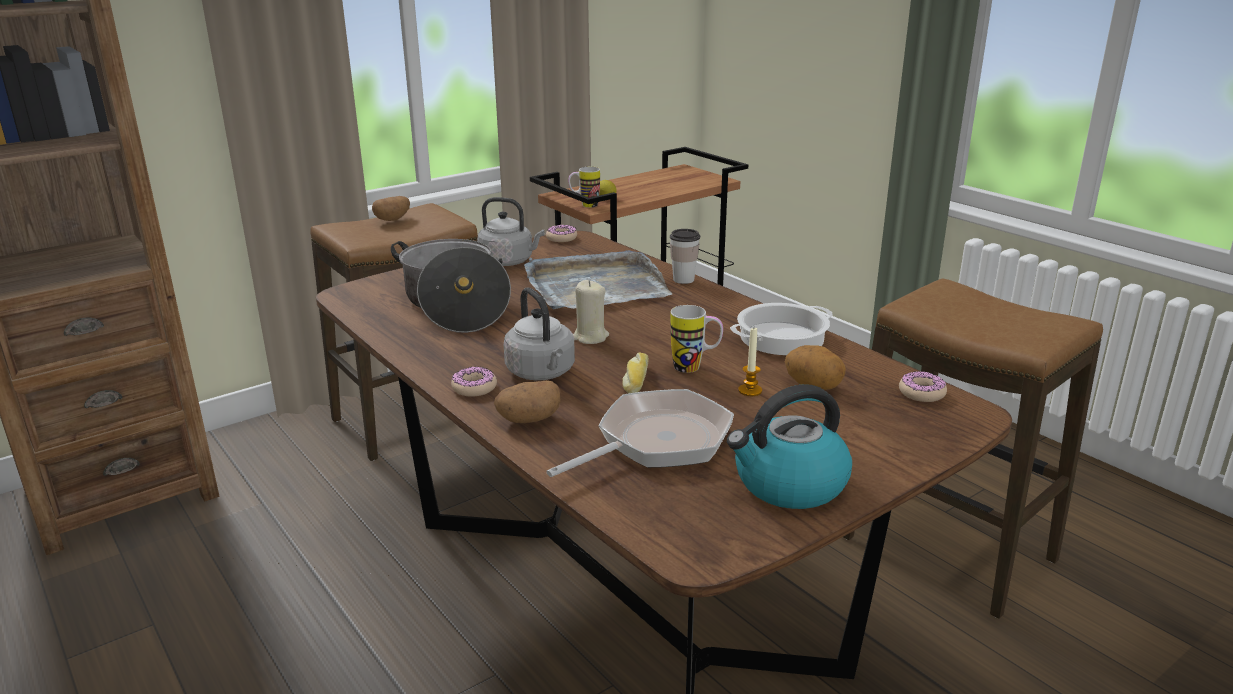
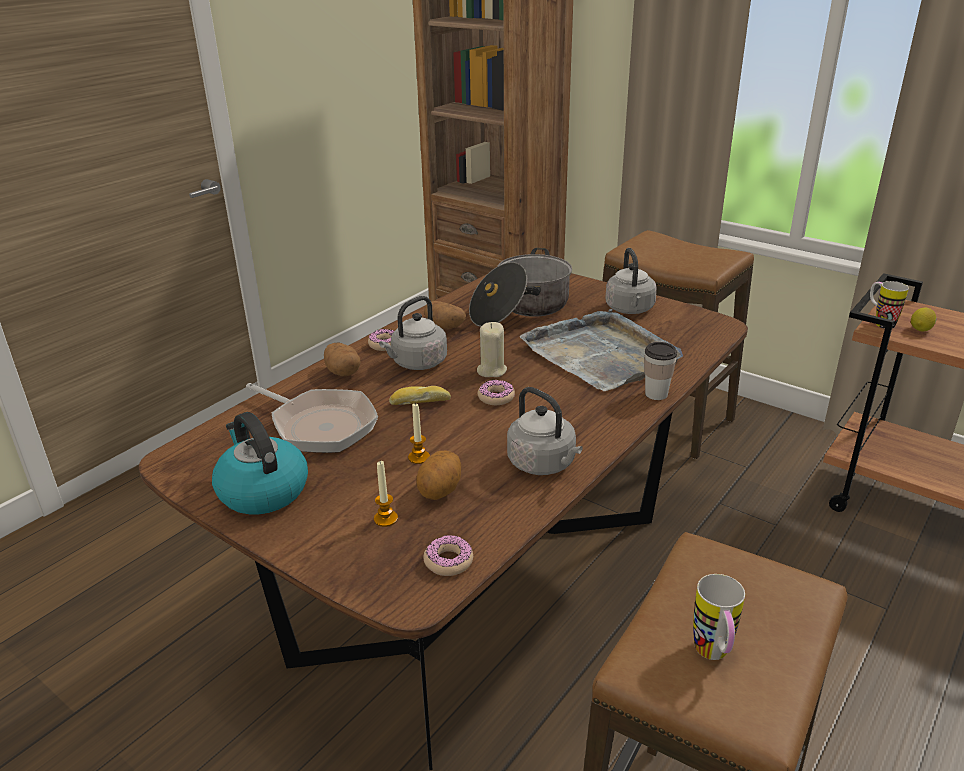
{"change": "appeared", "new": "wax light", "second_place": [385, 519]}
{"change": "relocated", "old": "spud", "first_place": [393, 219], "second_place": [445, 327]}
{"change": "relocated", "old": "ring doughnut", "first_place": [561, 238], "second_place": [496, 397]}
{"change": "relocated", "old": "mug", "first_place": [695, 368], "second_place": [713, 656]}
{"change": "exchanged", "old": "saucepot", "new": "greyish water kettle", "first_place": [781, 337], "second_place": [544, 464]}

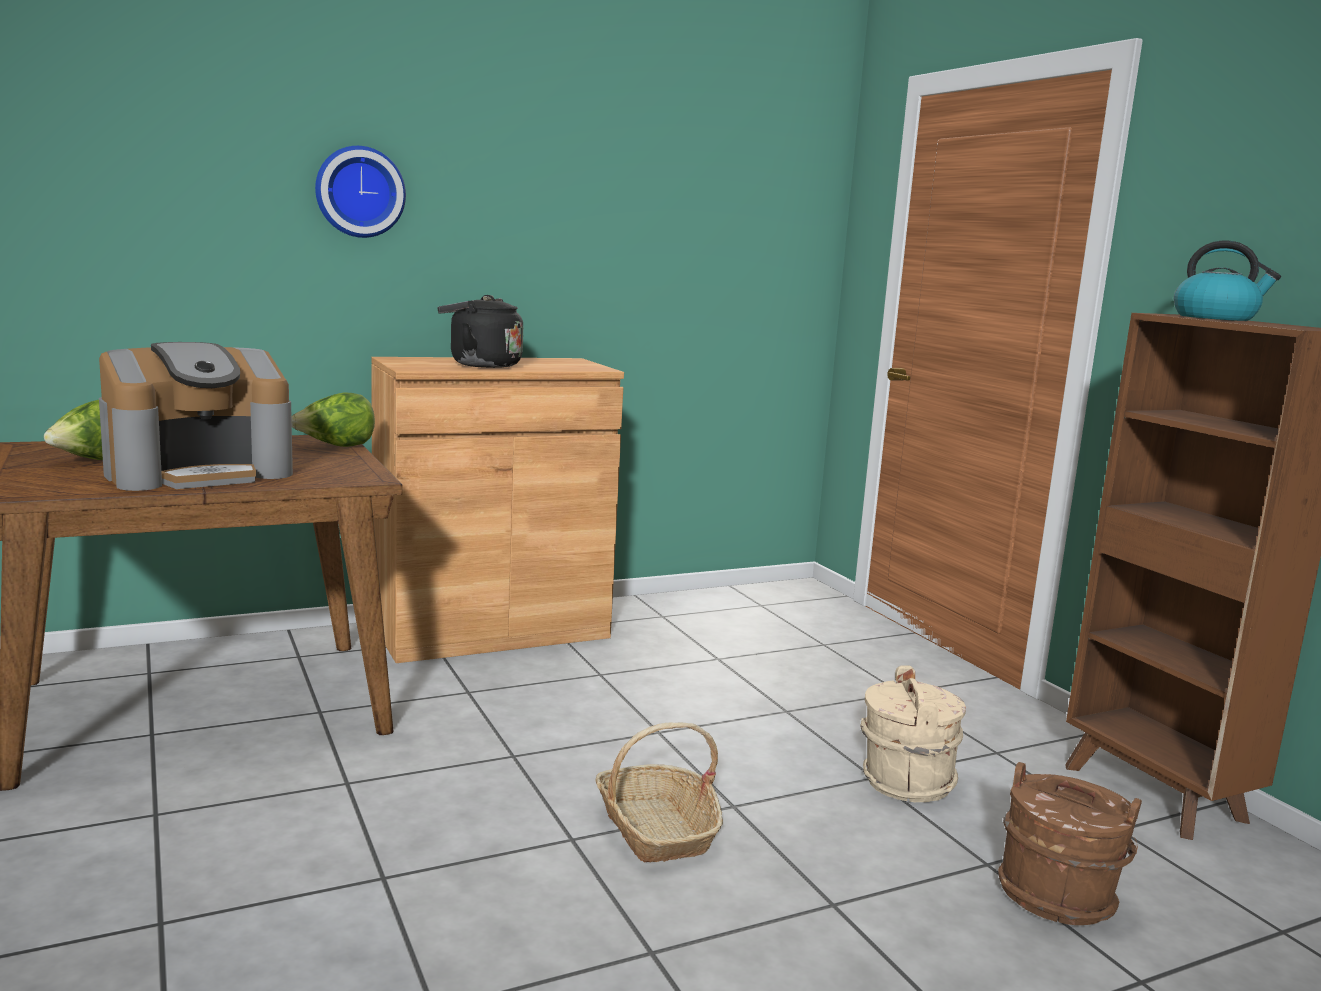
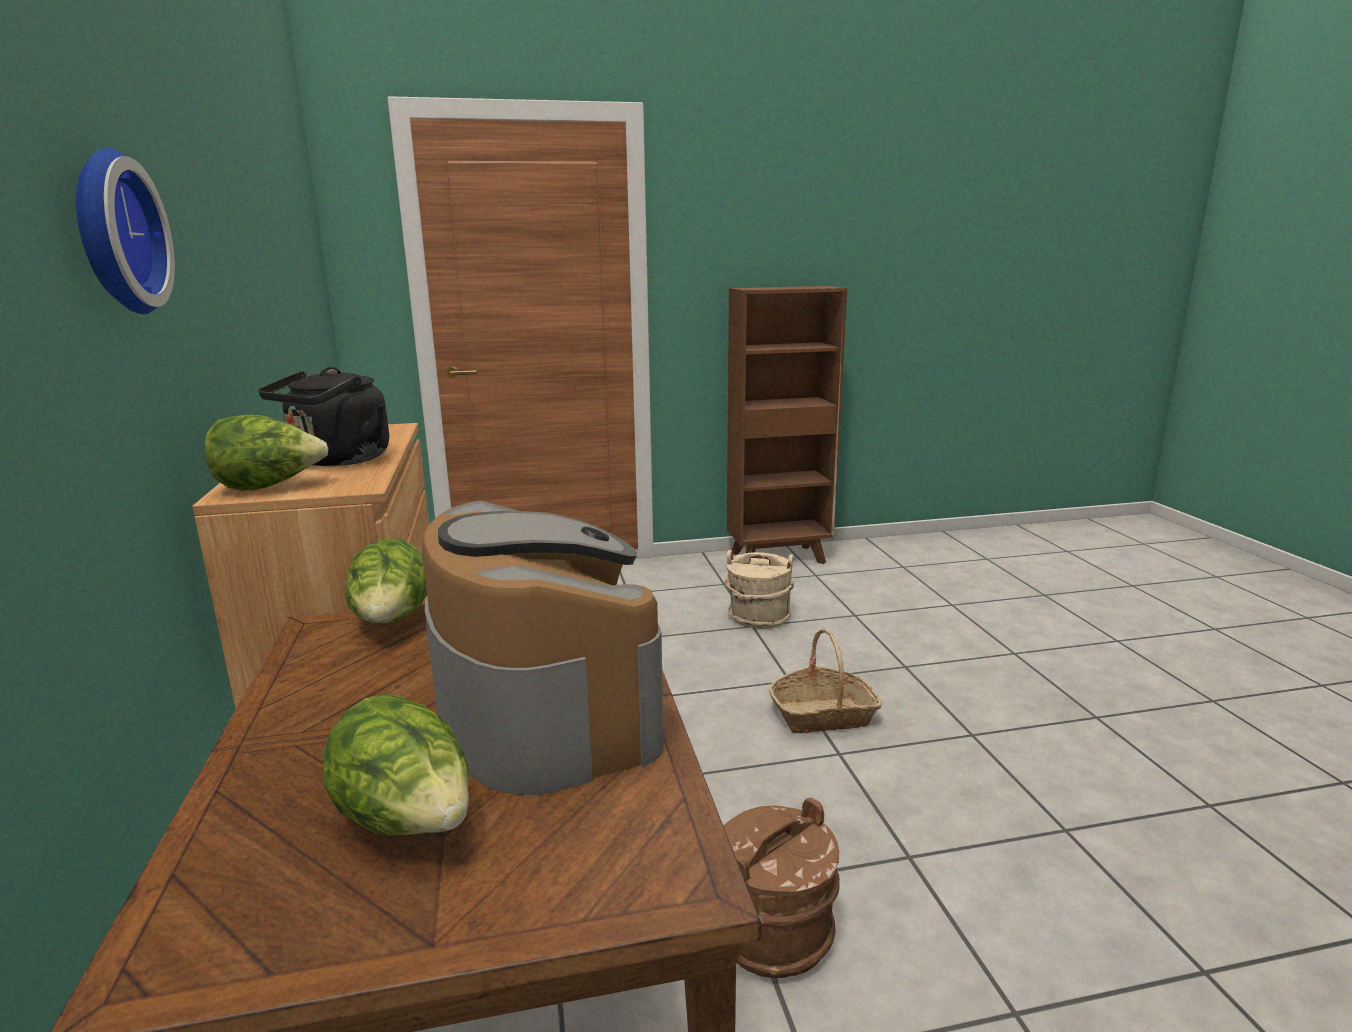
{"change": "missing", "old": "water kettle", "first_place": [1216, 318]}
{"change": "appeared", "new": "head of lettuce", "second_place": [269, 487]}
{"change": "relocated", "old": "brownish bucket", "first_place": [1057, 896], "second_place": [773, 933]}

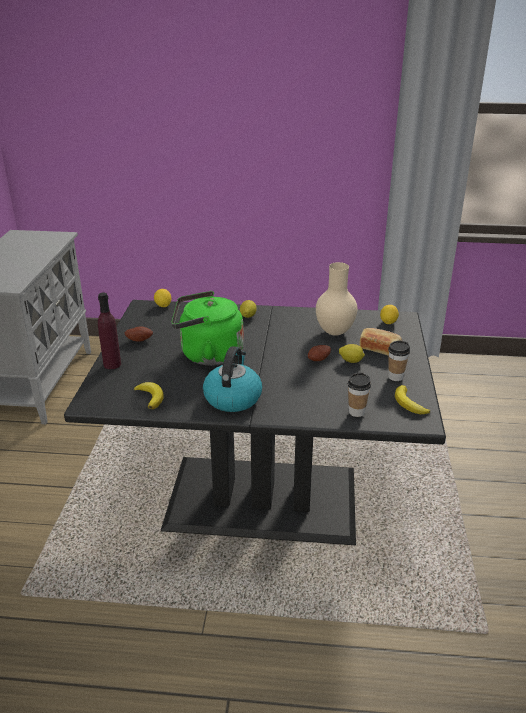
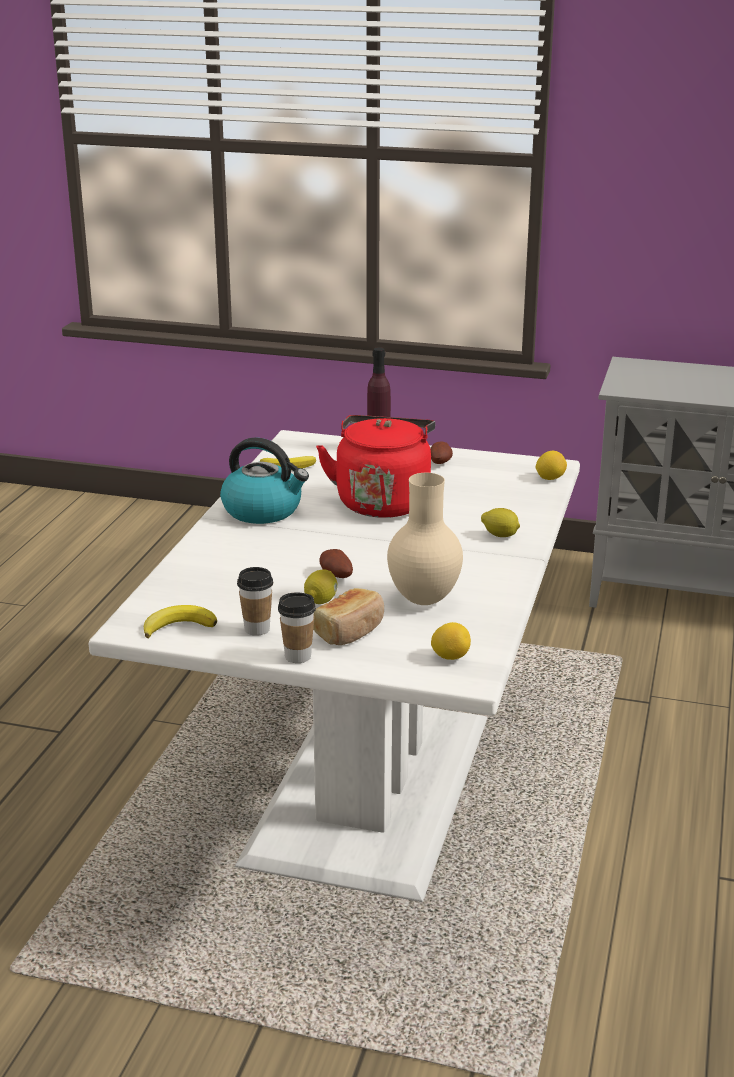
{"change": "relocated", "old": "small cup", "first_place": [356, 412], "second_place": [298, 656]}
{"change": "colour", "old": "blackish dinner table", "new": "white dinner table", "first_place": [262, 501], "second_place": [366, 788]}
{"change": "colour", "old": "greenish water kettle", "new": "red-coloured water kettle", "first_place": [207, 354], "second_place": [383, 501]}

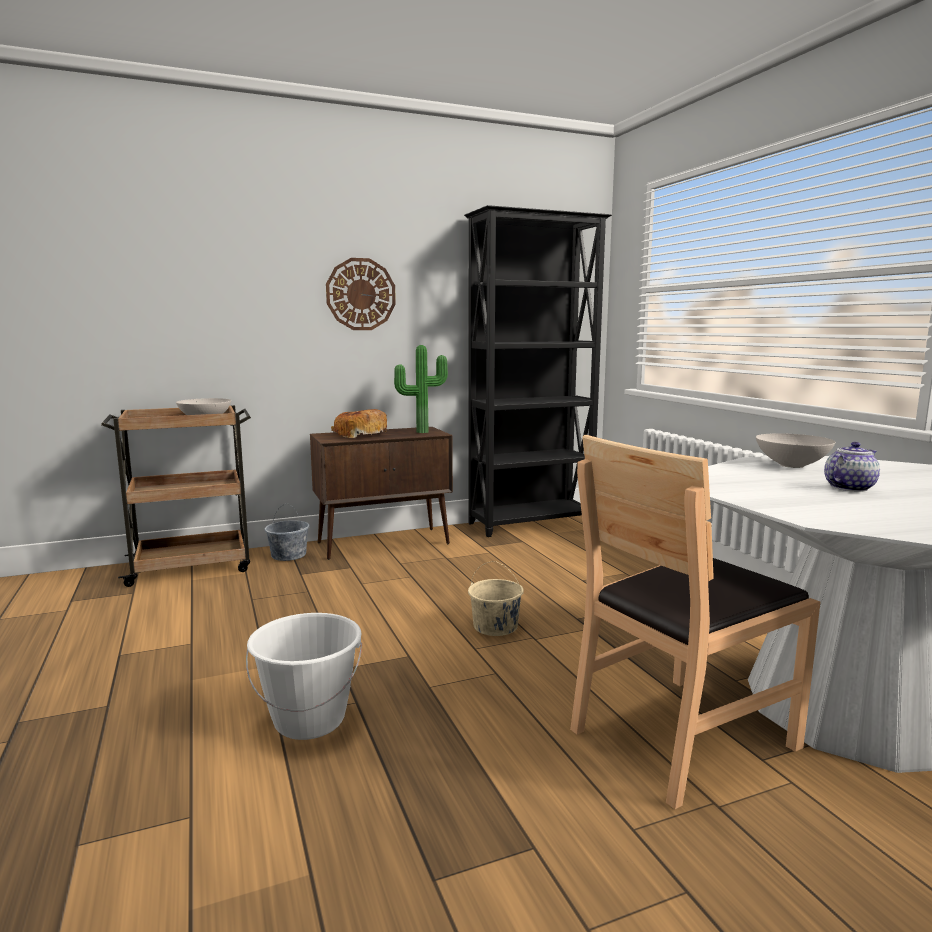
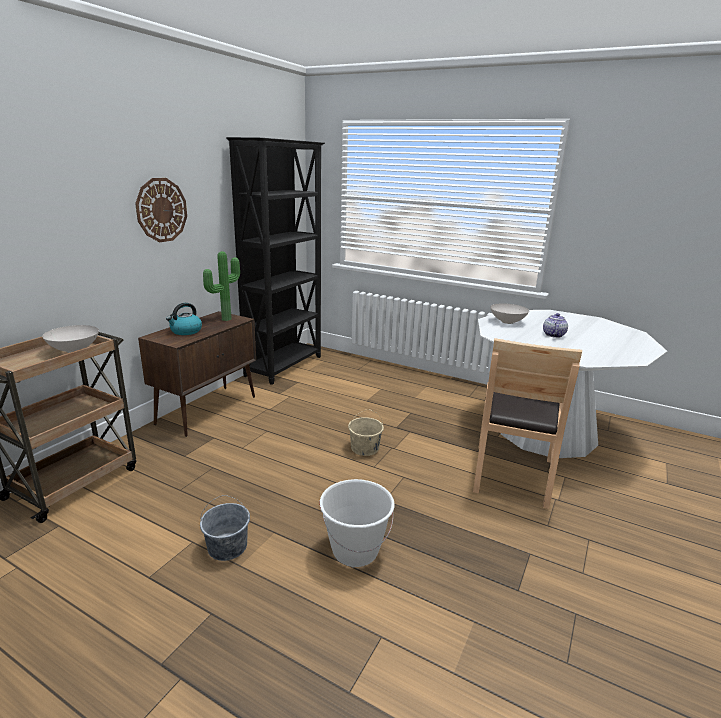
{"change": "relocated", "old": "greyish bucket", "first_place": [288, 555], "second_place": [227, 547]}
{"change": "exchanged", "old": "baked bread", "new": "water kettle", "first_place": [359, 435], "second_place": [186, 331]}

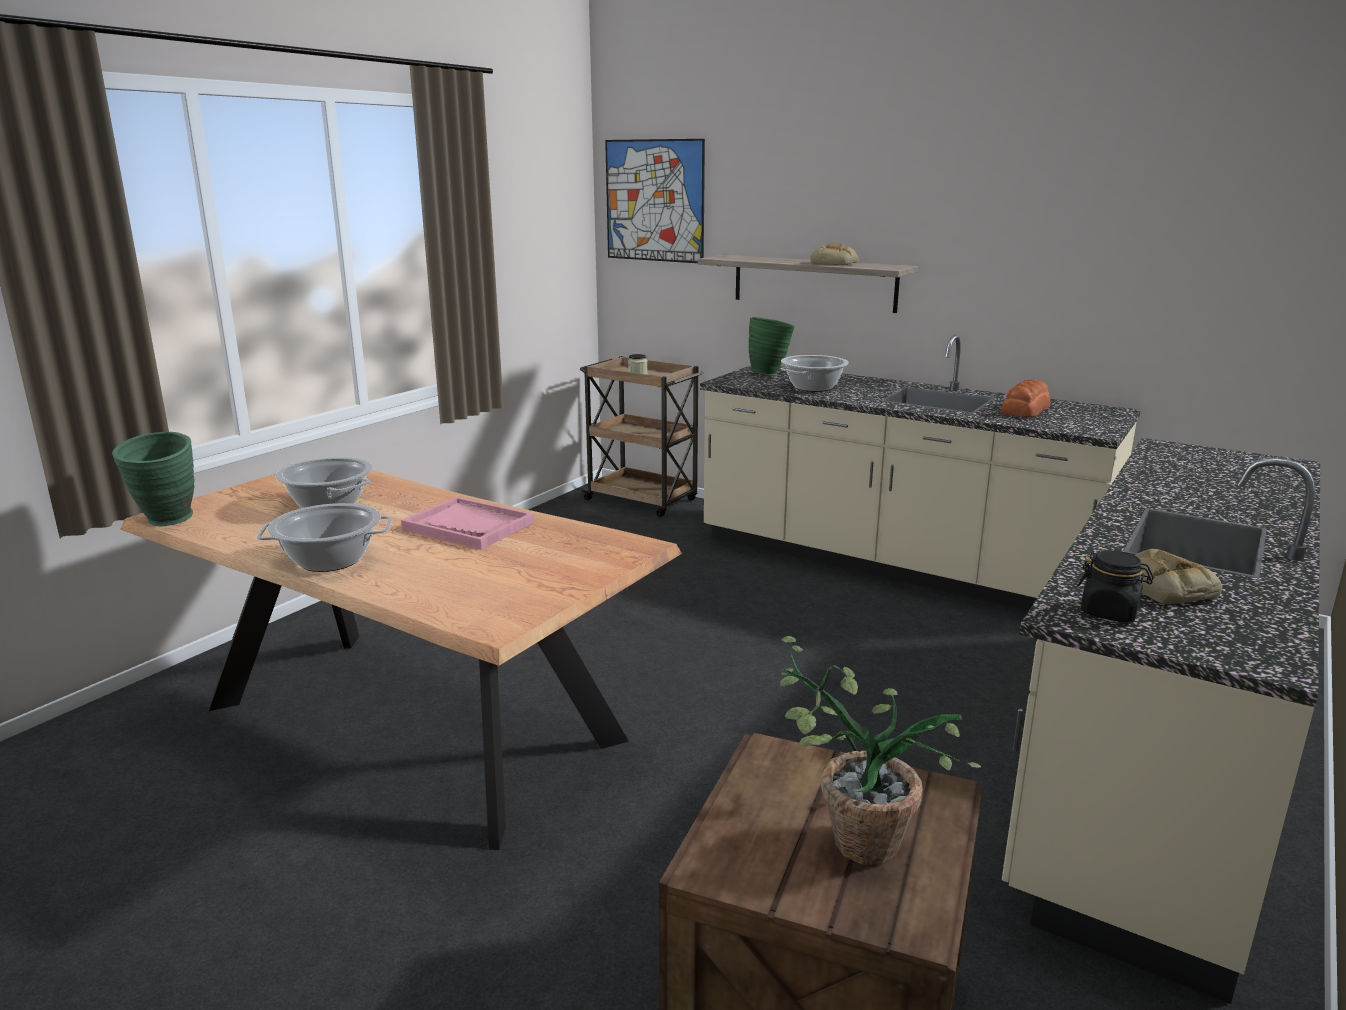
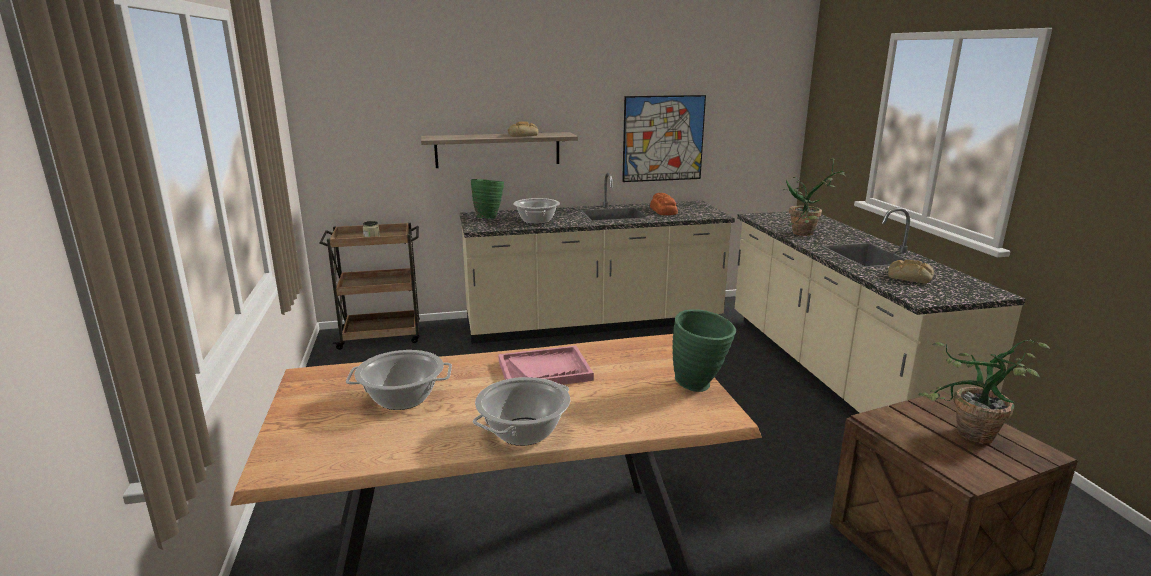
{"change": "missing", "old": "blackish preserve jar", "first_place": [1109, 612]}
{"change": "appeared", "new": "plant in a pot", "second_place": [807, 234]}
{"change": "relocated", "old": "greenish flower vase", "first_place": [167, 522], "second_place": [700, 386]}
{"change": "relocated", "old": "picture", "first_place": [654, 201], "second_place": [663, 138]}

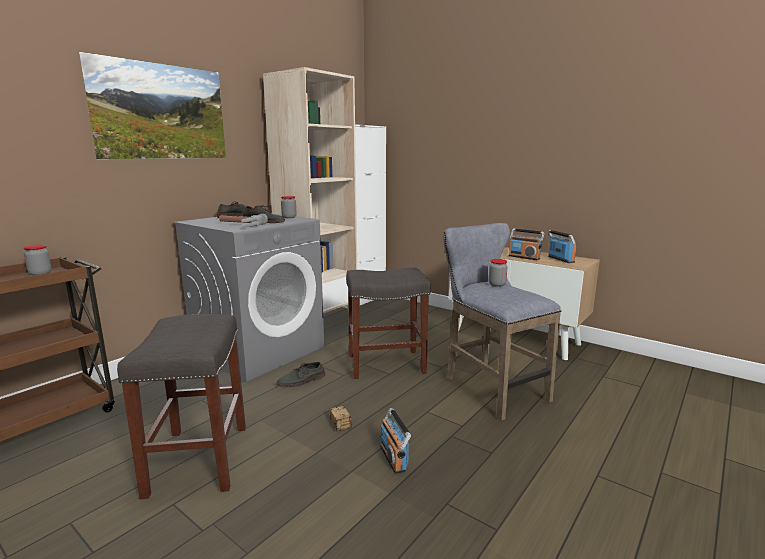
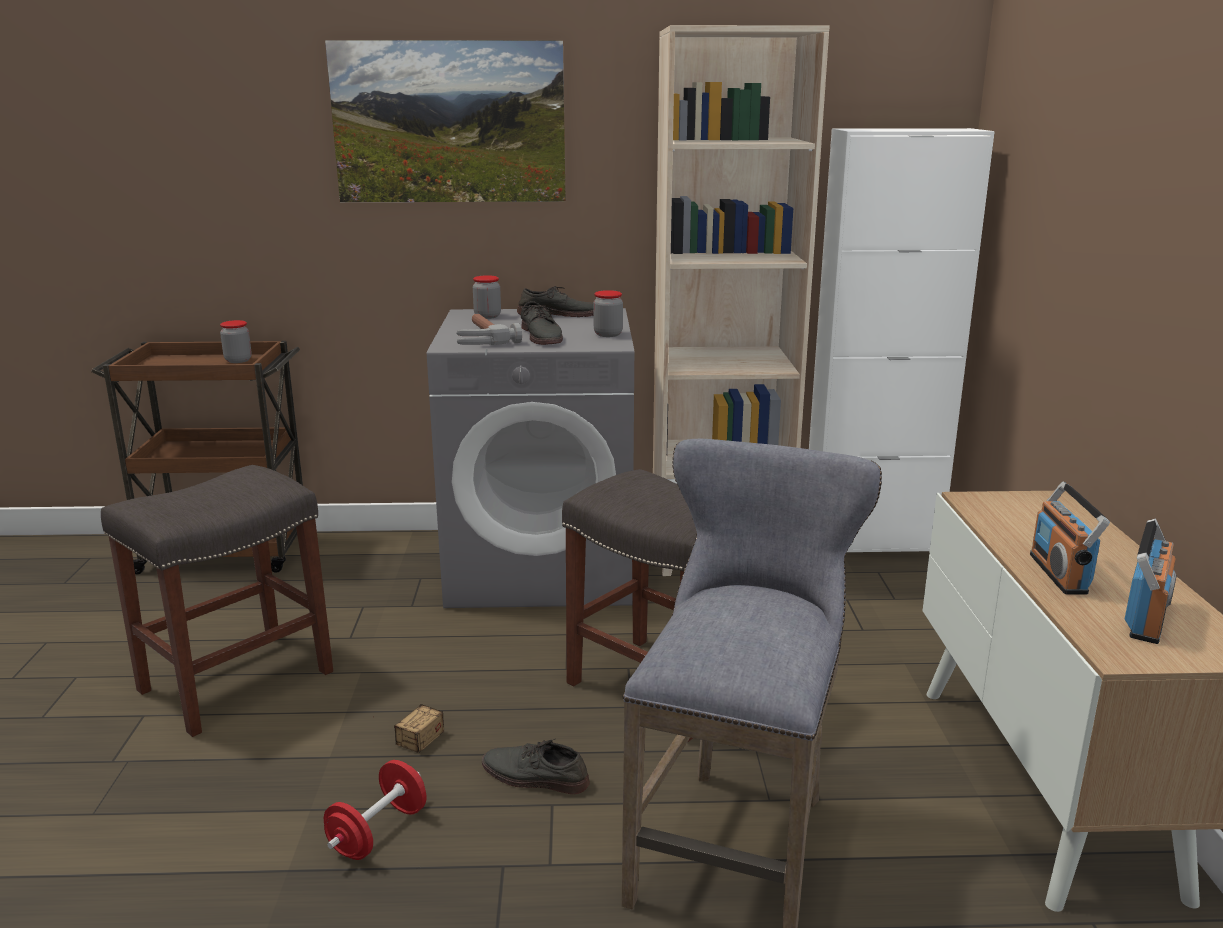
{"change": "relocated", "old": "greyish shoe", "first_place": [301, 381], "second_place": [534, 777]}
{"change": "relocated", "old": "preserve jar", "first_place": [497, 284], "second_place": [487, 316]}
{"change": "exchanged", "old": "radio set", "new": "red-coloured hand weight", "first_place": [393, 458], "second_place": [378, 832]}

